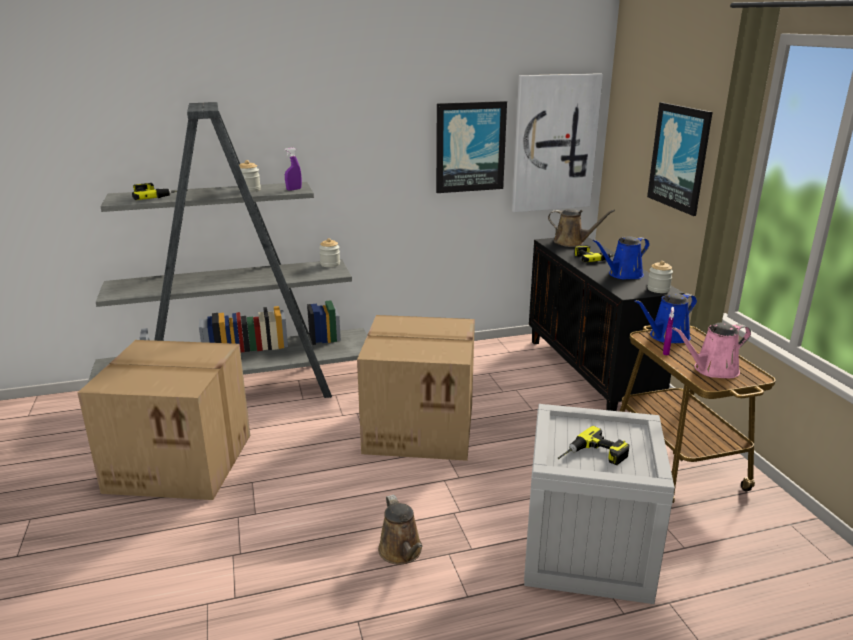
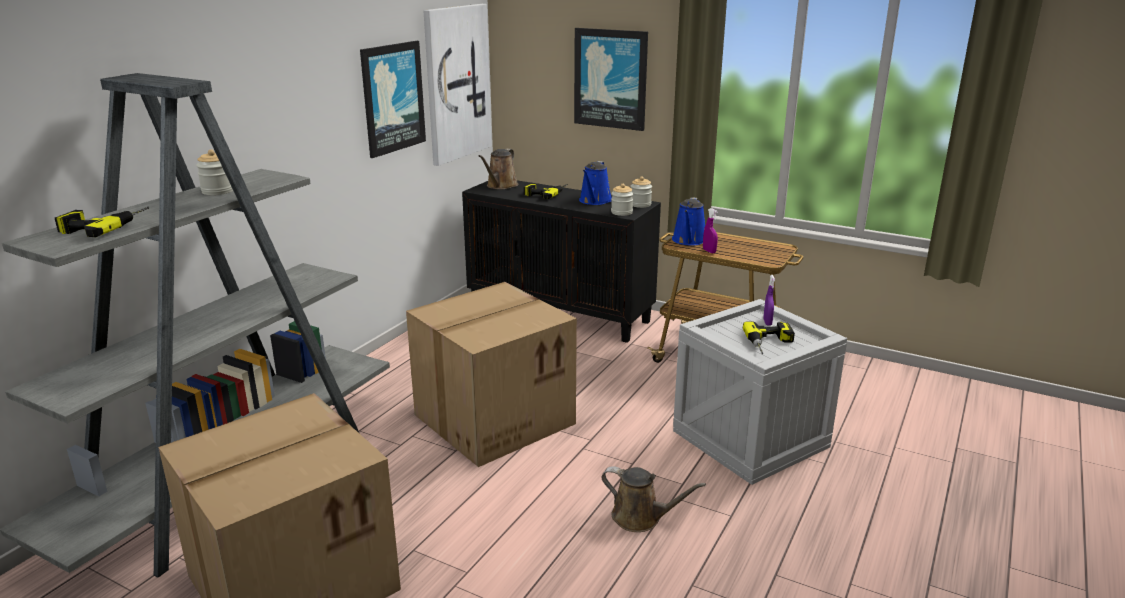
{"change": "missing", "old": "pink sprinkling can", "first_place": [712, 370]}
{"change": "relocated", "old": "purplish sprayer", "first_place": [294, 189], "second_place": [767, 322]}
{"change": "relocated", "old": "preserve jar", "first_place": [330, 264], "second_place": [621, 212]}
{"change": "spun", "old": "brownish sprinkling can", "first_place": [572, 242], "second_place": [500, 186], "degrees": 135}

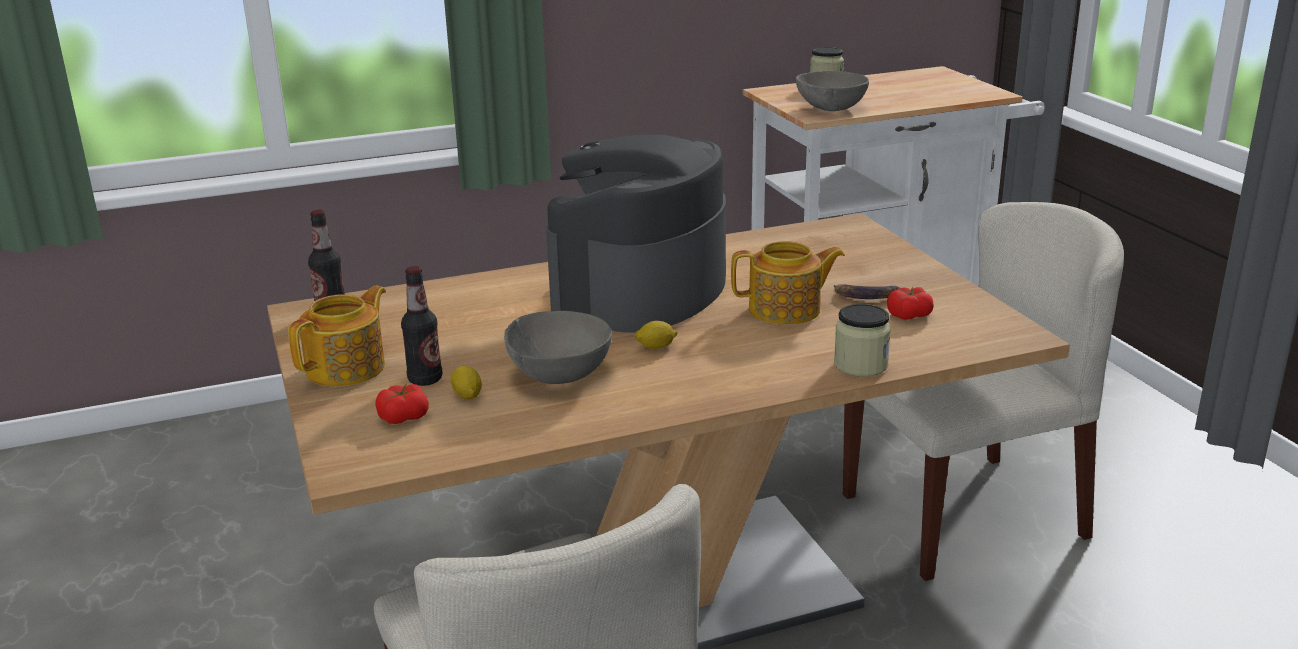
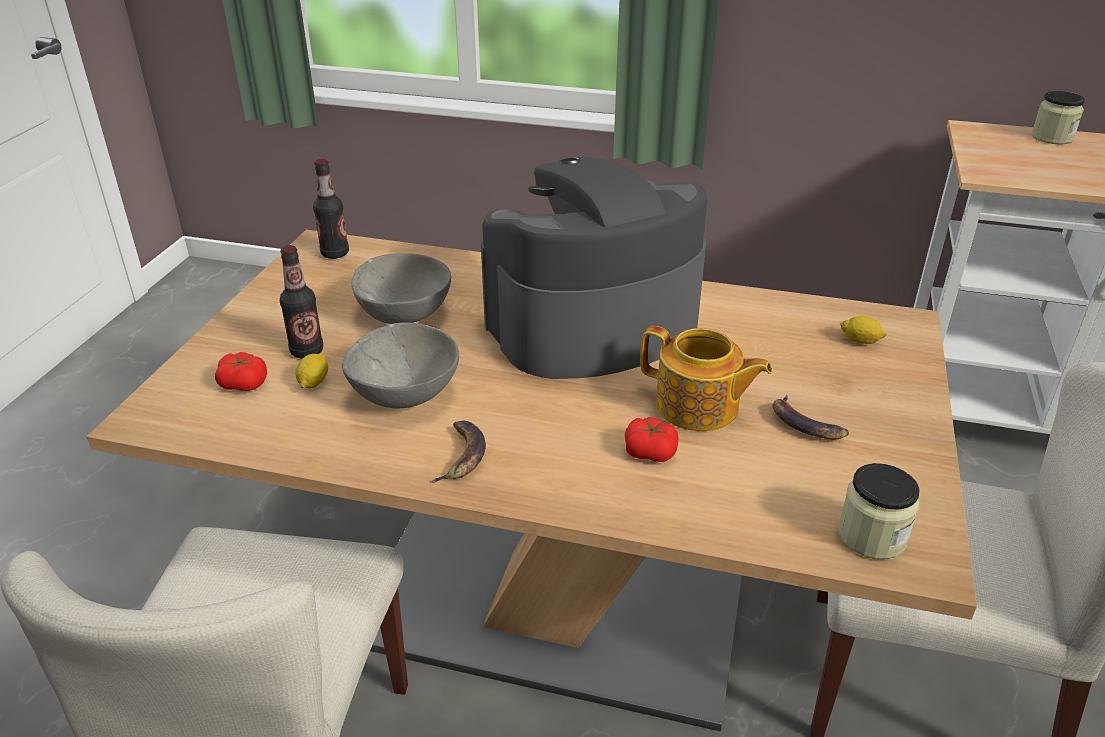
{"change": "missing", "old": "pot for tea", "first_place": [348, 368]}
{"change": "appeared", "new": "banana fruit", "second_place": [461, 455]}
{"change": "relocated", "old": "lemon", "first_place": [656, 346], "second_place": [860, 341]}
{"change": "relocated", "old": "greyish serving bowl", "first_place": [832, 109], "second_place": [404, 315]}
{"change": "relocated", "old": "preserve jar", "first_place": [860, 365], "second_place": [872, 536]}
{"change": "relocated", "old": "whole tomato", "first_place": [909, 315], "second_place": [650, 451]}

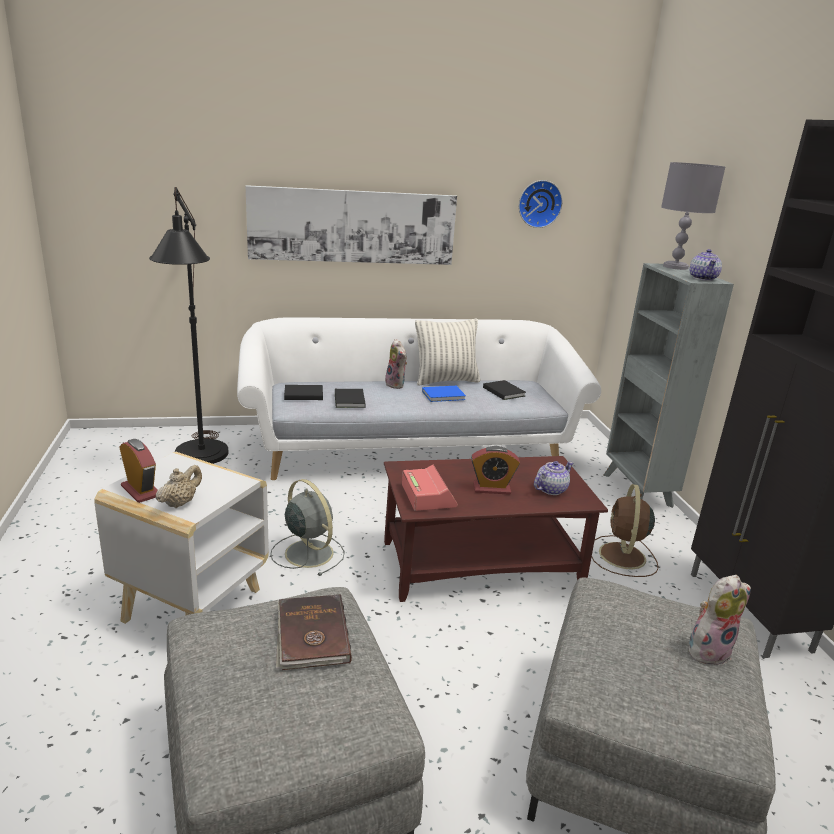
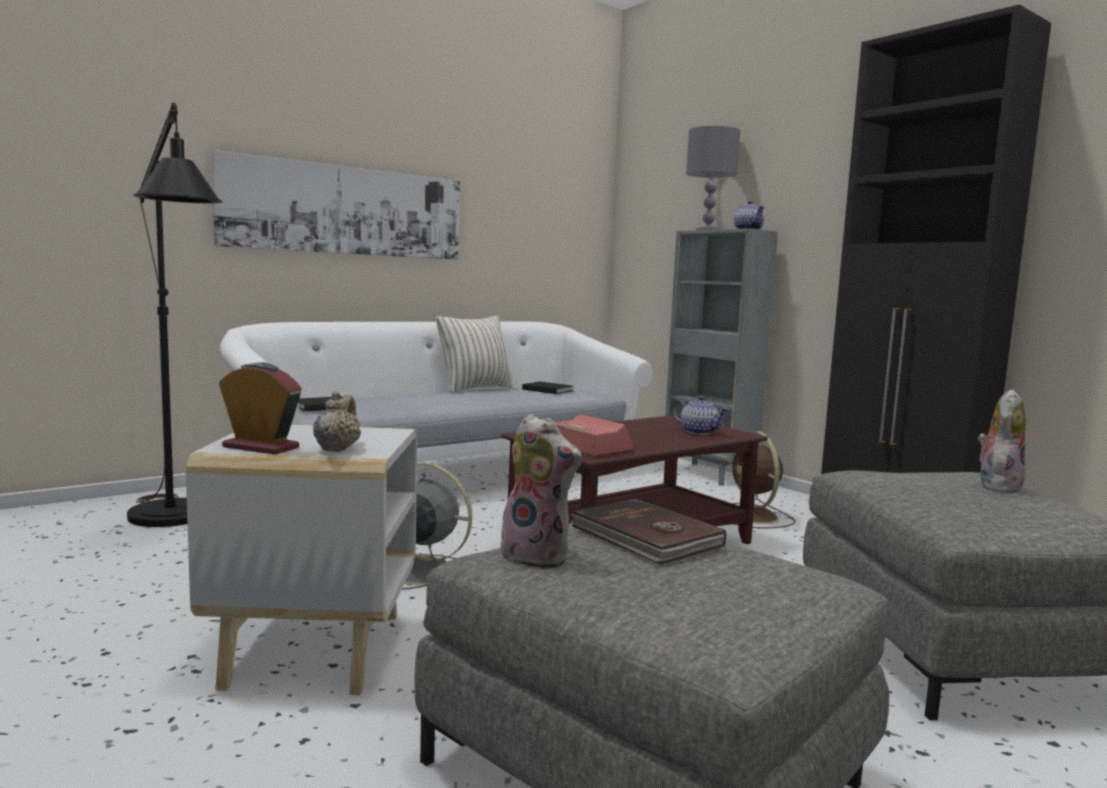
{"change": "missing", "old": "blackish bound book", "first_place": [349, 400]}
{"change": "missing", "old": "blue bound book", "first_place": [444, 395]}
{"change": "missing", "old": "alarm clock", "first_place": [491, 489]}
{"change": "missing", "old": "clock on the wall", "first_place": [539, 203]}
{"change": "relocated", "old": "soft toy", "first_place": [396, 385], "second_place": [539, 556]}
{"change": "spun", "old": "pot for tea", "first_place": [550, 489], "second_place": [698, 432], "degrees": 105}

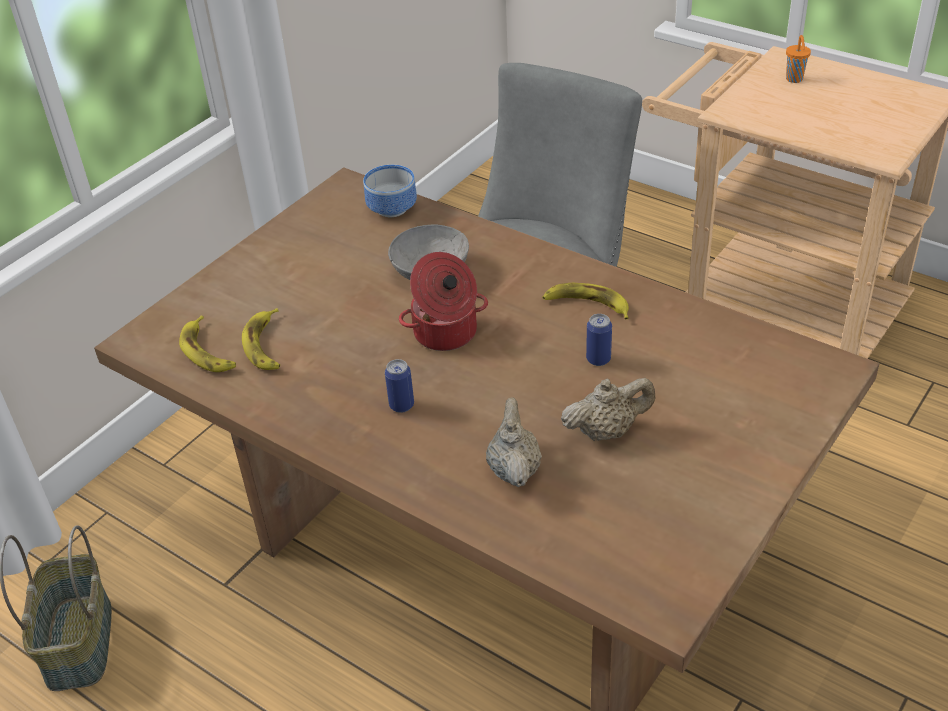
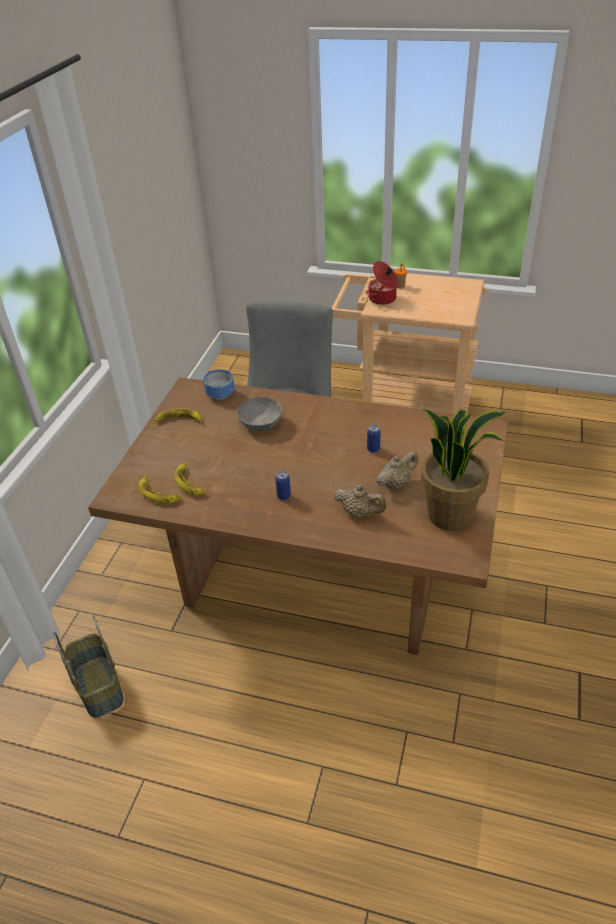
{"change": "appeared", "new": "plant in a pot", "second_place": [450, 514]}
{"change": "relocated", "old": "saucepot", "first_place": [446, 333], "second_place": [383, 299]}
{"change": "relocated", "old": "banana fruit", "first_place": [587, 305], "second_place": [179, 420]}
{"change": "spun", "old": "sand-coloured pot for tea", "first_place": [514, 469], "second_place": [360, 513], "degrees": 135}

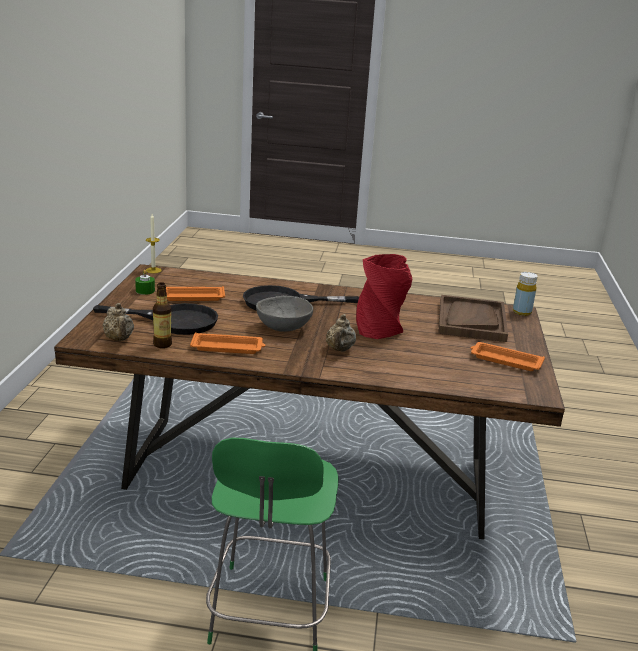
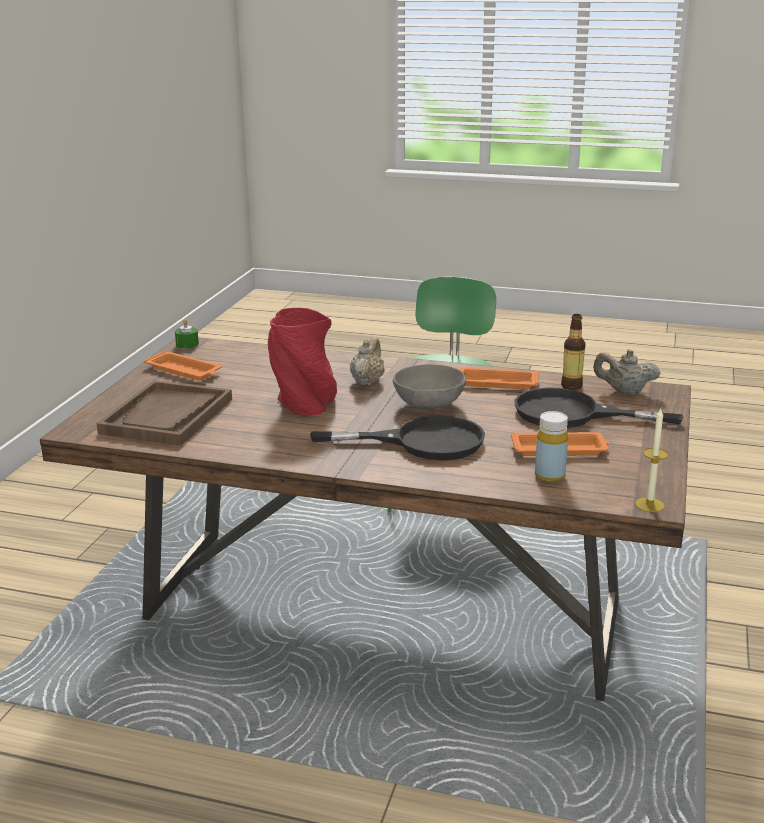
{"change": "relocated", "old": "greenish wax light", "first_place": [145, 291], "second_place": [187, 344]}
{"change": "relocated", "old": "yellow bottle", "first_place": [522, 312], "second_place": [549, 476]}
{"change": "spun", "old": "sand-coloured pot for tea", "first_place": [119, 339], "second_place": [624, 391], "degrees": -60}

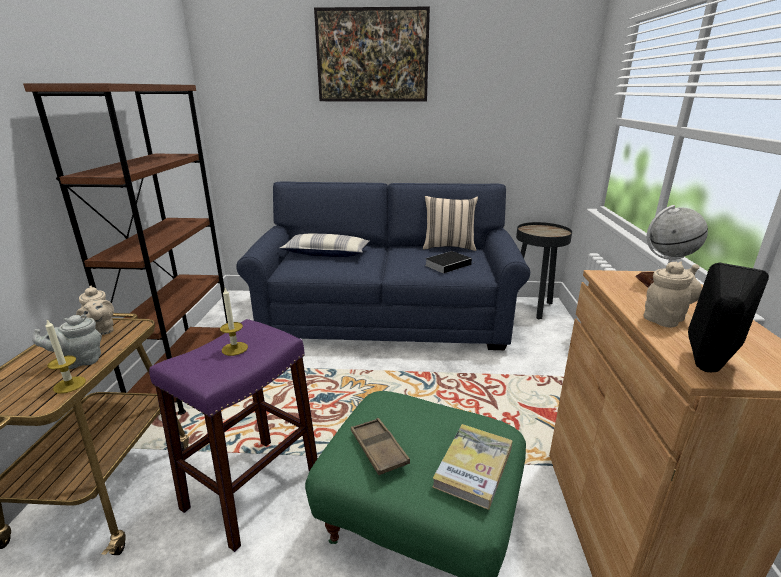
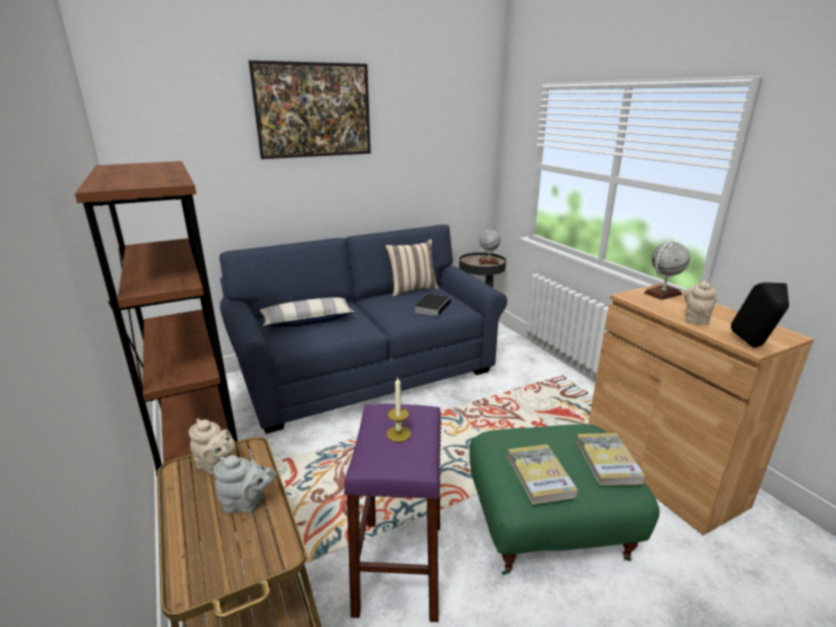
{"change": "missing", "old": "wax light", "first_place": [69, 385]}
{"change": "appeared", "new": "globe", "second_place": [488, 262]}
{"change": "exchanged", "old": "brownish serving tray", "new": "bound book", "first_place": [378, 449], "second_place": [540, 476]}
{"change": "spun", "old": "greyish pot for tea", "first_place": [79, 361], "second_place": [247, 503], "degrees": -120}

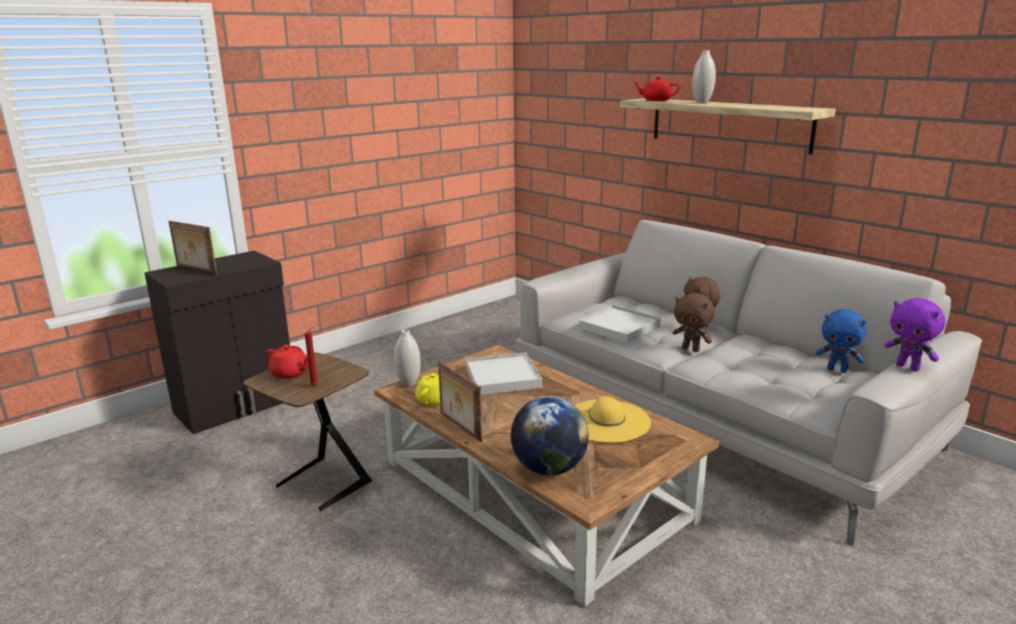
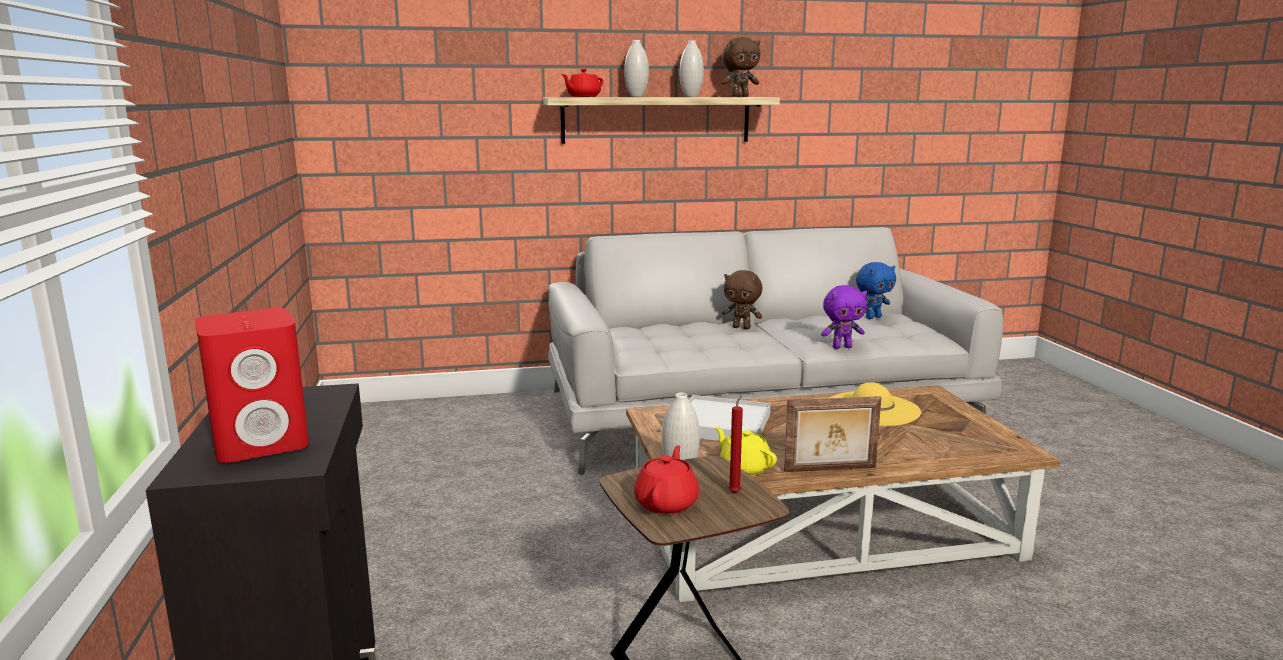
{"change": "missing", "old": "globe", "first_place": [549, 469]}
{"change": "missing", "old": "white serving tray", "first_place": [619, 327]}
{"change": "appeared", "new": "white flower vase", "second_place": [691, 96]}
{"change": "relocated", "old": "brownish soft toy", "first_place": [691, 349], "second_place": [740, 96]}
{"change": "relocated", "old": "purplish soft toy", "first_place": [908, 367], "second_place": [842, 347]}
{"change": "exchanged", "old": "standing frame", "new": "red-coloured loudspeaker", "first_place": [195, 271], "second_place": [262, 443]}
{"change": "spun", "old": "red-coloured pot for tea", "first_place": [290, 373], "second_place": [667, 503], "degrees": -45}

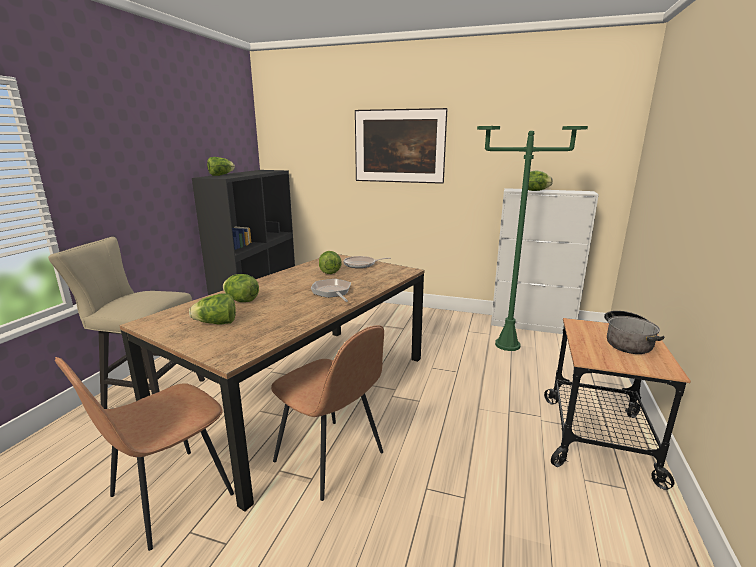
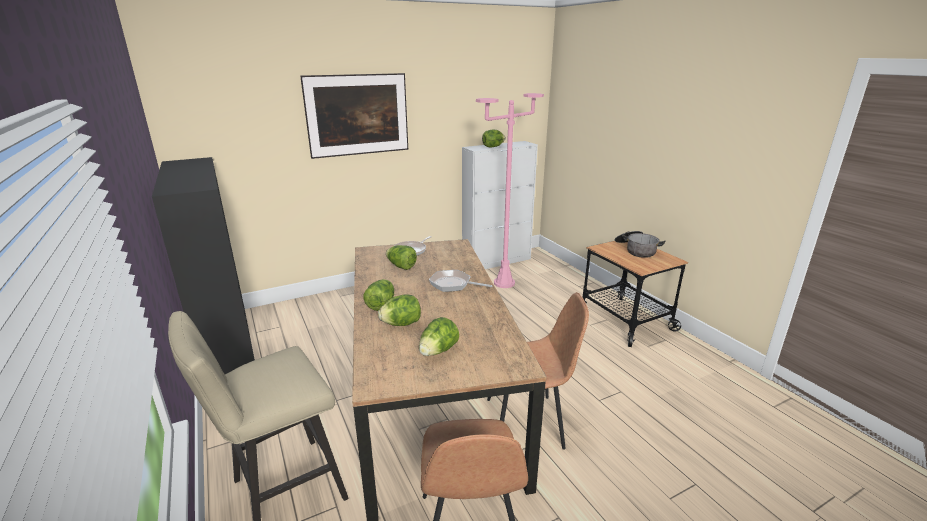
{"change": "relocated", "old": "head of lettuce", "first_place": [221, 175], "second_place": [381, 305]}
{"change": "colour", "old": "greenish standard lamp", "new": "pink standard lamp", "first_place": [507, 345], "second_place": [504, 283]}

